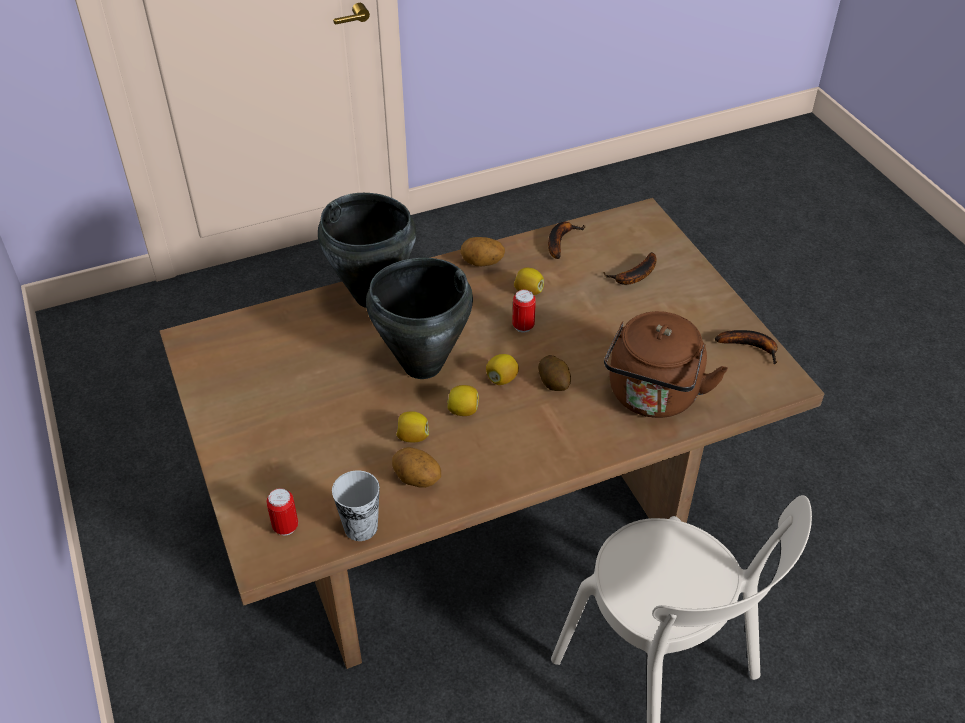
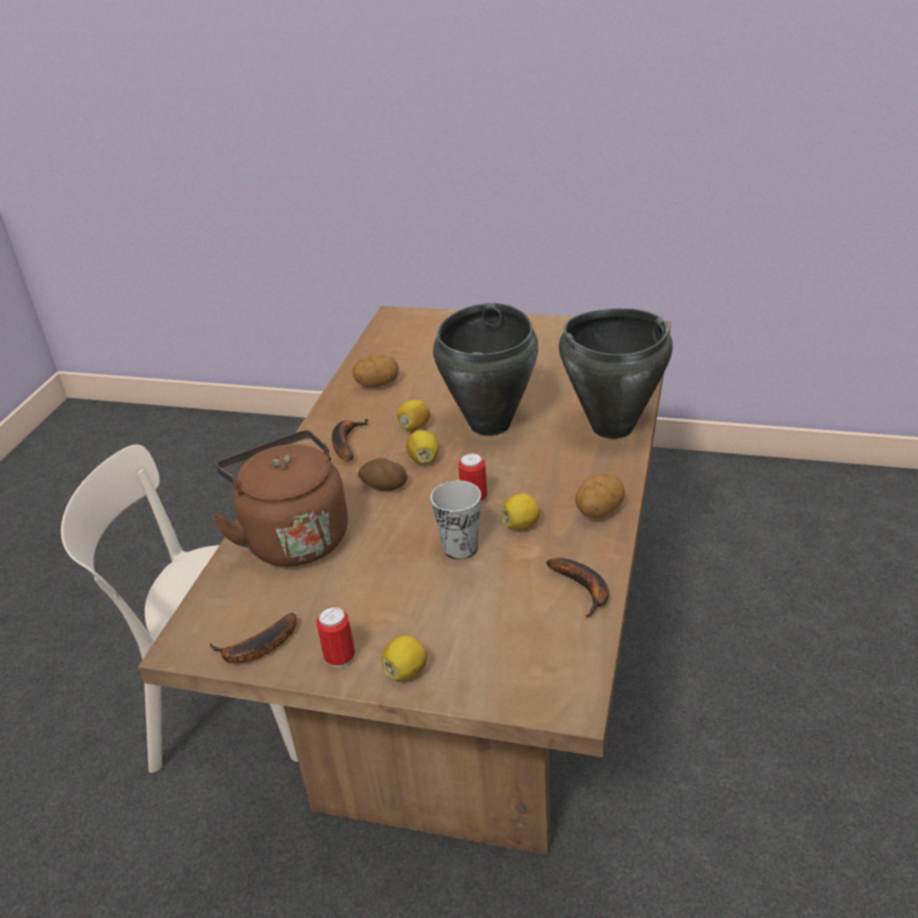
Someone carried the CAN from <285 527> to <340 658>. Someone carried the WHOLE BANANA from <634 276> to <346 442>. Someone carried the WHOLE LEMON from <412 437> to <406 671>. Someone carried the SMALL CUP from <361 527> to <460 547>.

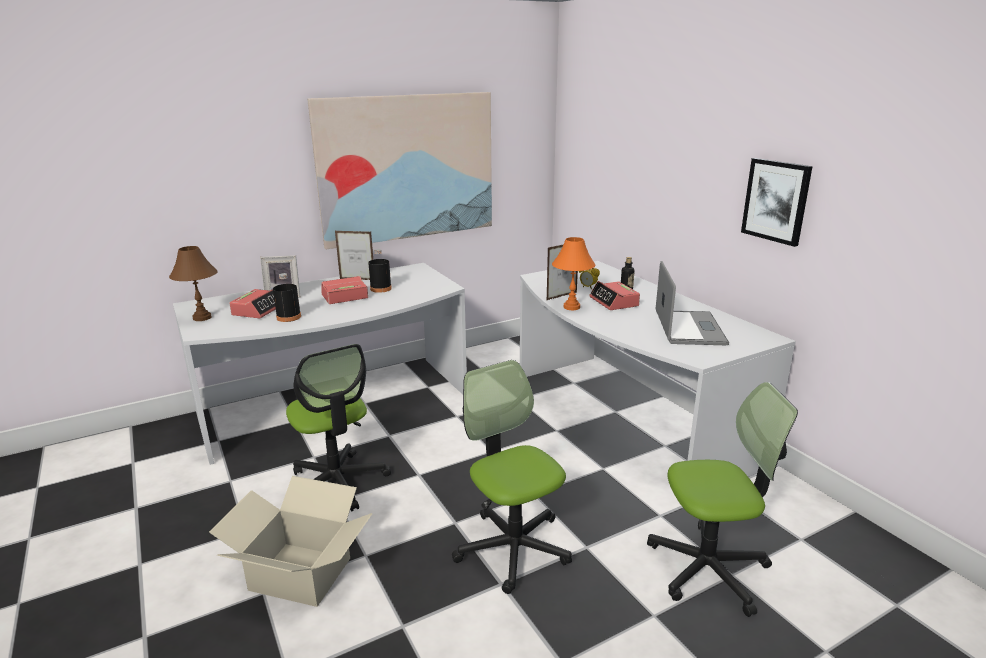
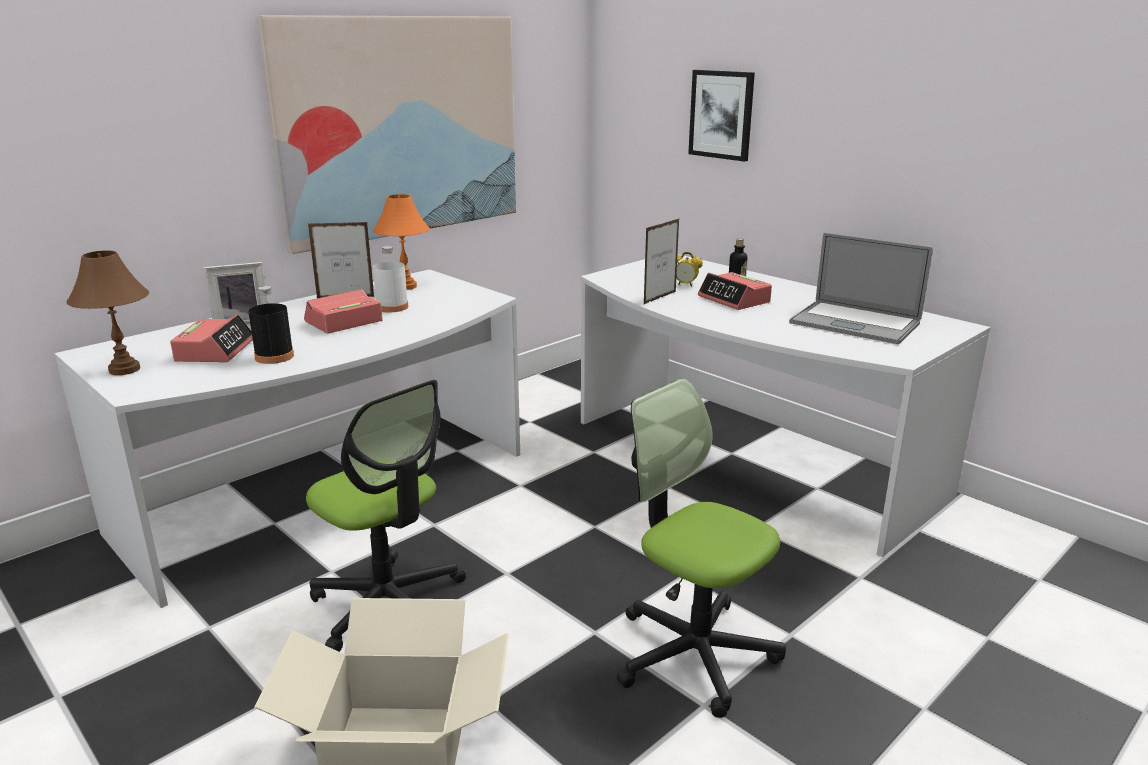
Someone carried the ORANGEY LAMP FOR A TABLE from <572 307> to <406 286>. Someone repainted the BLACK BOTTLE at <381 289>, which became the WHITISH BOTTLE at <392 307>. Someone carried the PICTURE from <776 201> to <721 114>. Someone rotated the LAPTOP at <689 328> by 135 degrees clockwise. Someone took away the DESK CHAIR at <708 568>.

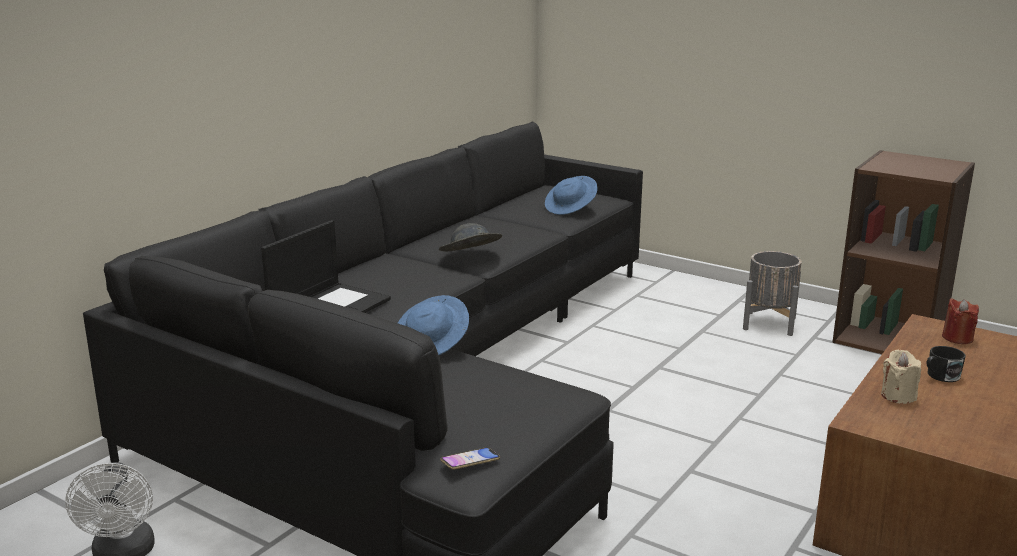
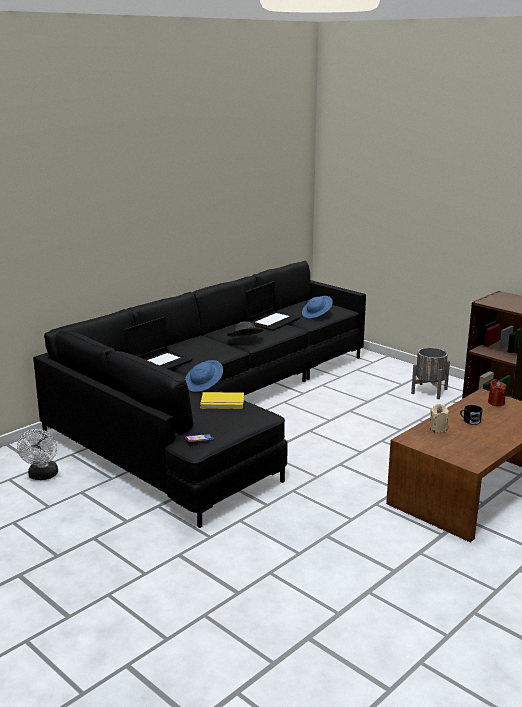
Someone put down the YELLOW VOLUME at <222 403>. Someone put down the LAPTOP at <272 321>.

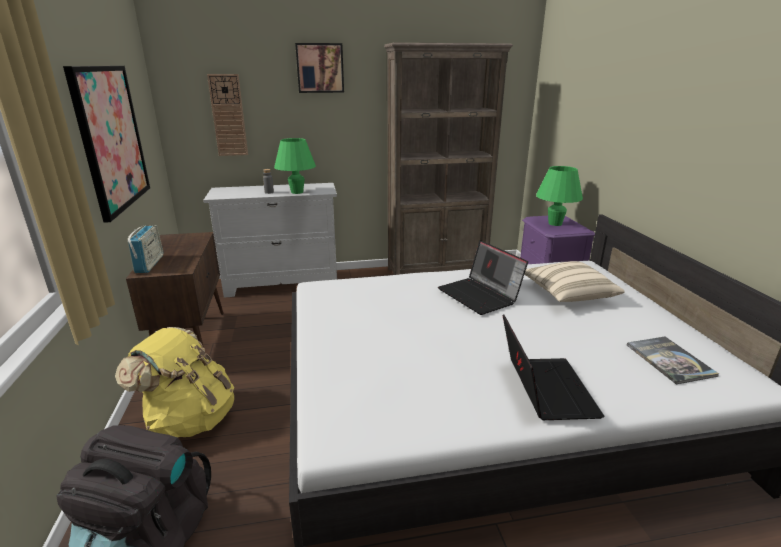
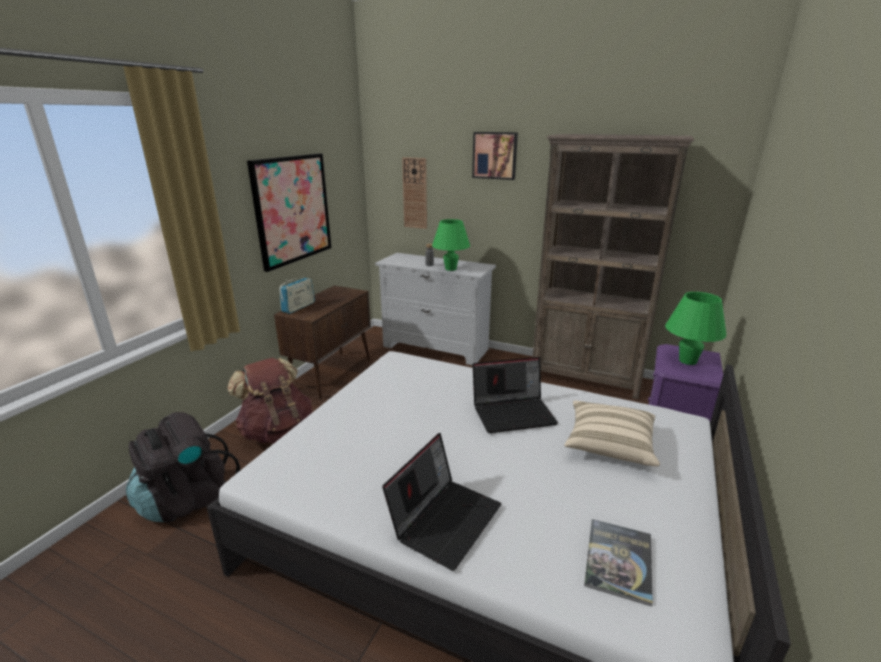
Someone repainted the YELLOW BACKPACK at <190 419>, which became the BROWN-COLOURED BACKPACK at <277 431>. Someone rotated the LAPTOP at <480 296> by 105 degrees counterclockwise.

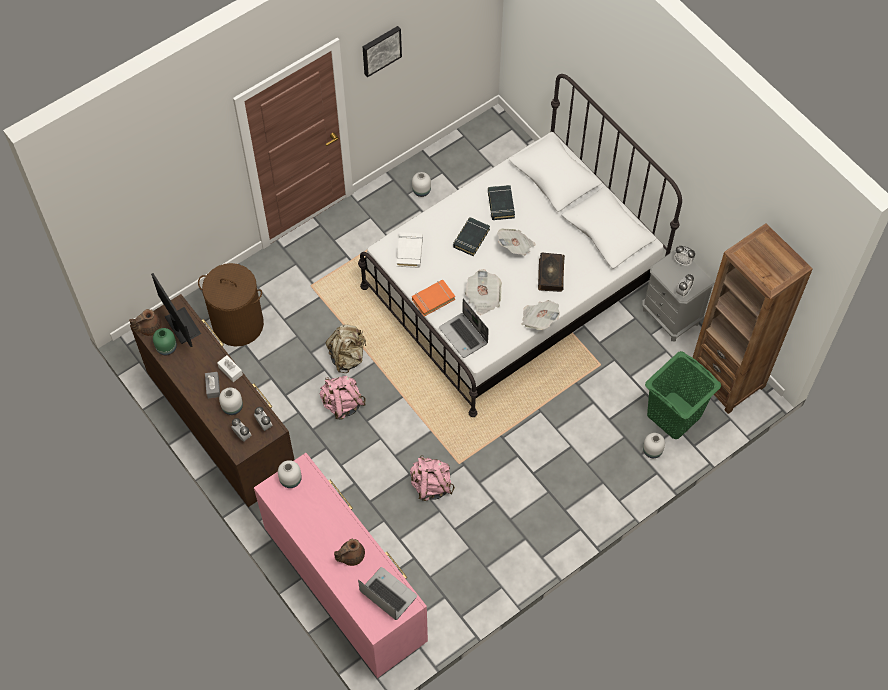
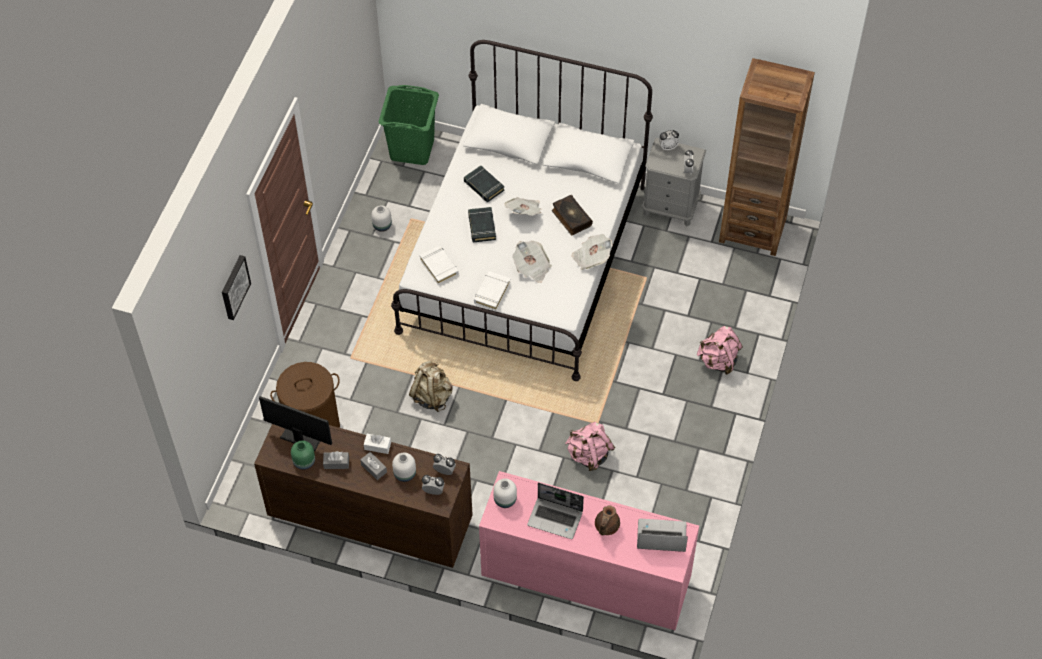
Someone carried the PICTURE from <380 50> to <234 287>. Someone put down the GRAY TISSUE BOX at <336 463>. Someone carried the GREEN-COLOURED WASHING BASKET from <674 415> to <412 148>. Someone repainted the ORANGEY VOLUME at <433 299>, which became the WHITISH VOLUME at <491 292>. Someone carried the LAPTOP from <464 336> to <556 518>. Someone carried the PINK BACKPACK from <342 404> to <718 361>. Someone took away the BROWN-COLOURED TEA POT at <149 328>. Someone took away the WHITISH VASE at <651 450>.

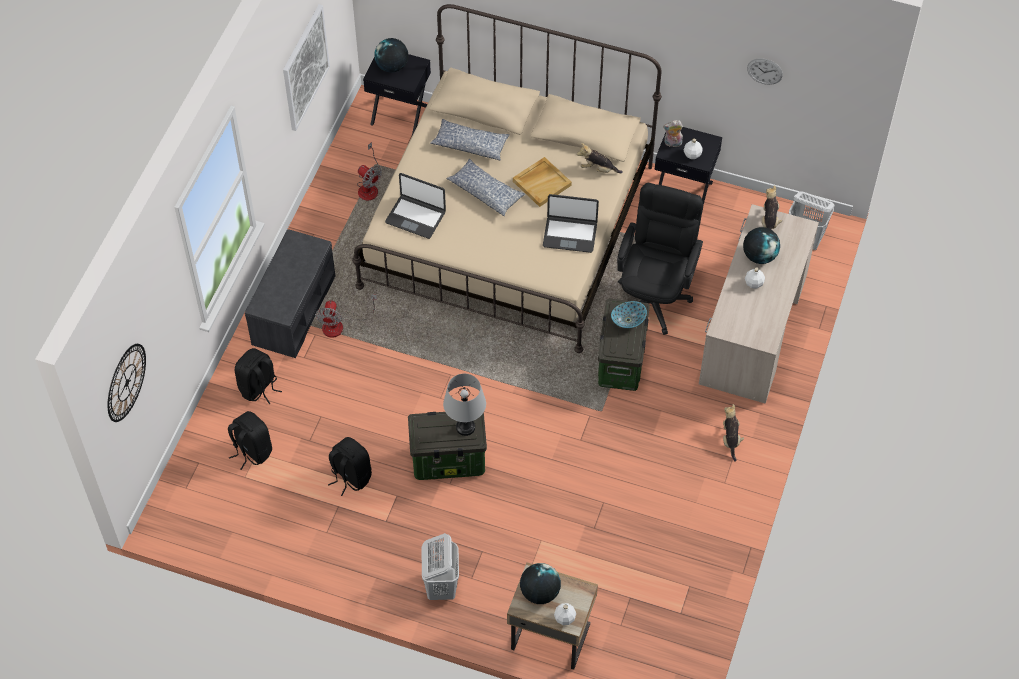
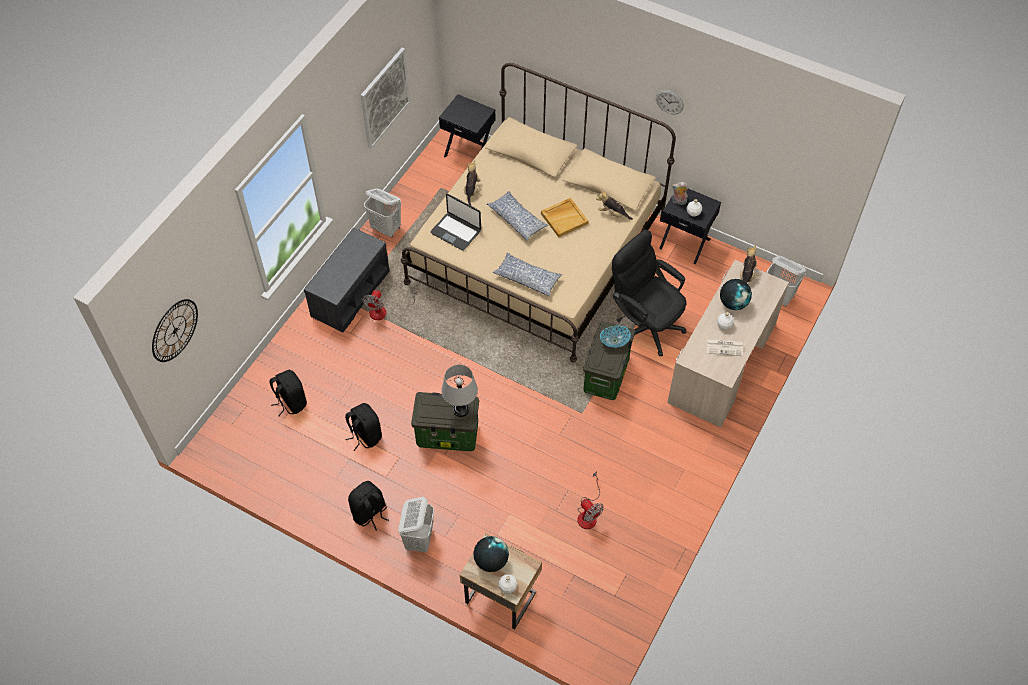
Someone carried the BLACK BACKPACK from <259 388> to <369 513>. Someone put down the WHITISH WASHING BASKET at <386 228>. Someone carried the PLUSH TOY from <730 439> to <472 191>. Someone carried the PILLOW from <470 144> to <527 278>. Someone carried the COOLING FAN from <369 186> to <588 513>. Someone rotated the BLACK DESK CHAIR at <654 294> by 75 degrees counterclockwise. Someone carried the CLOCK ON THE WALL from <764 71> to <669 102>. Someone put down the NEWSPAPER at <725 347>. Someone took away the WORLD GLOBE at <392 66>. Someone took away the LAPTOP at <570 234>.

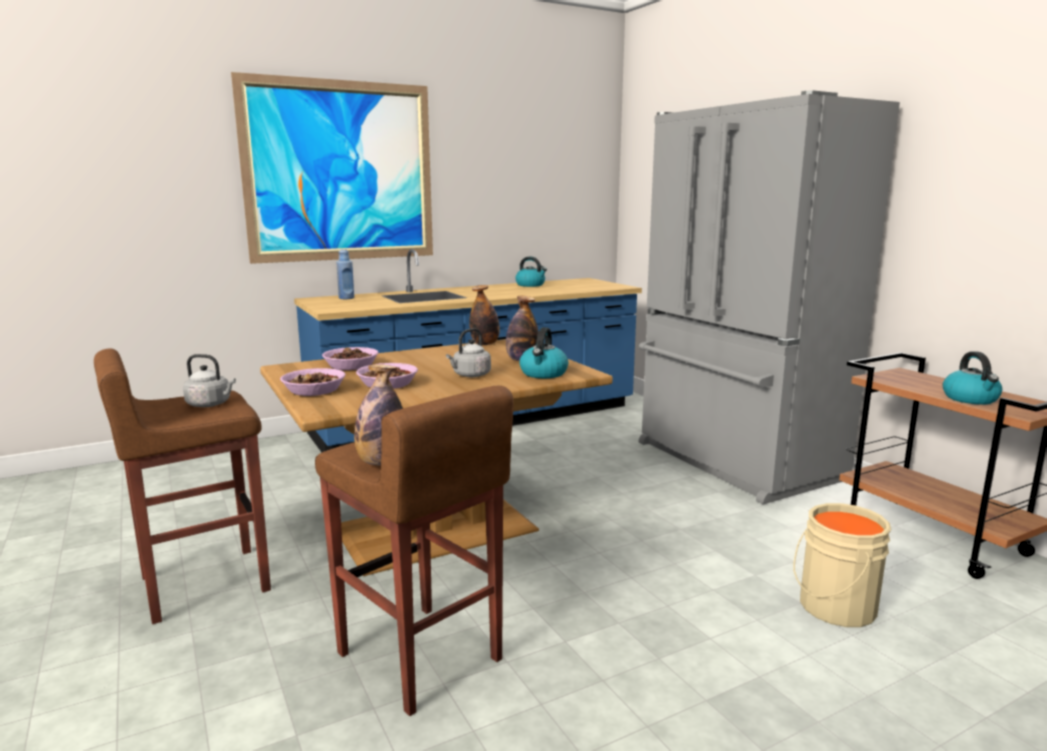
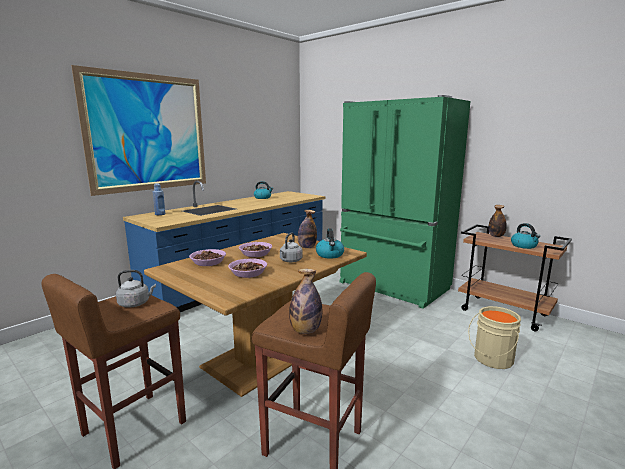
Someone carried the DEEP DISH from <314 391> to <256 254>. Someone repainted the GRAY FRIDGE at <733 462>, which became the GREEN-COLOURED FRIDGE at <392 286>. Someone carried the BOTTLE from <485 344> to <496 236>.

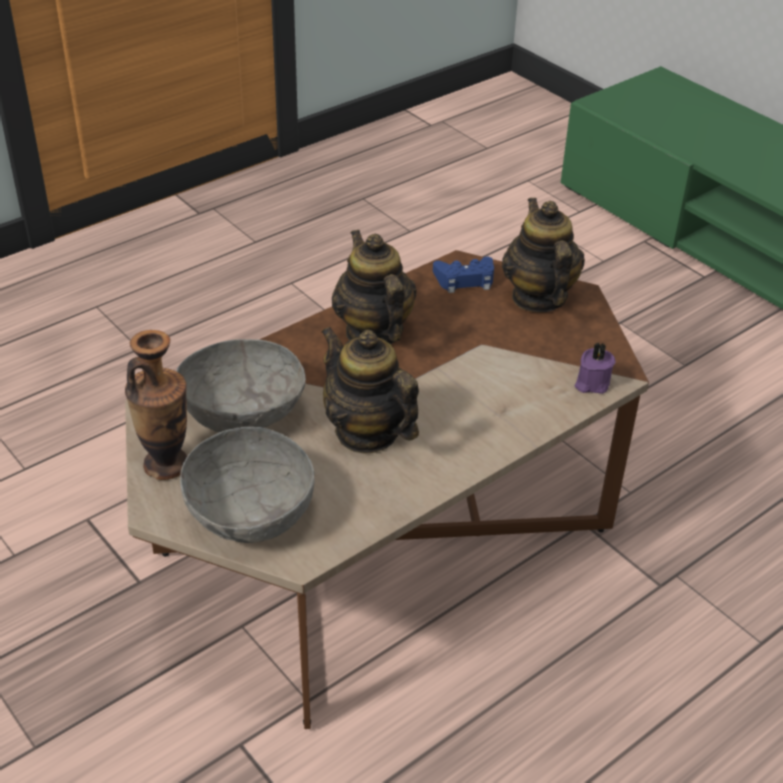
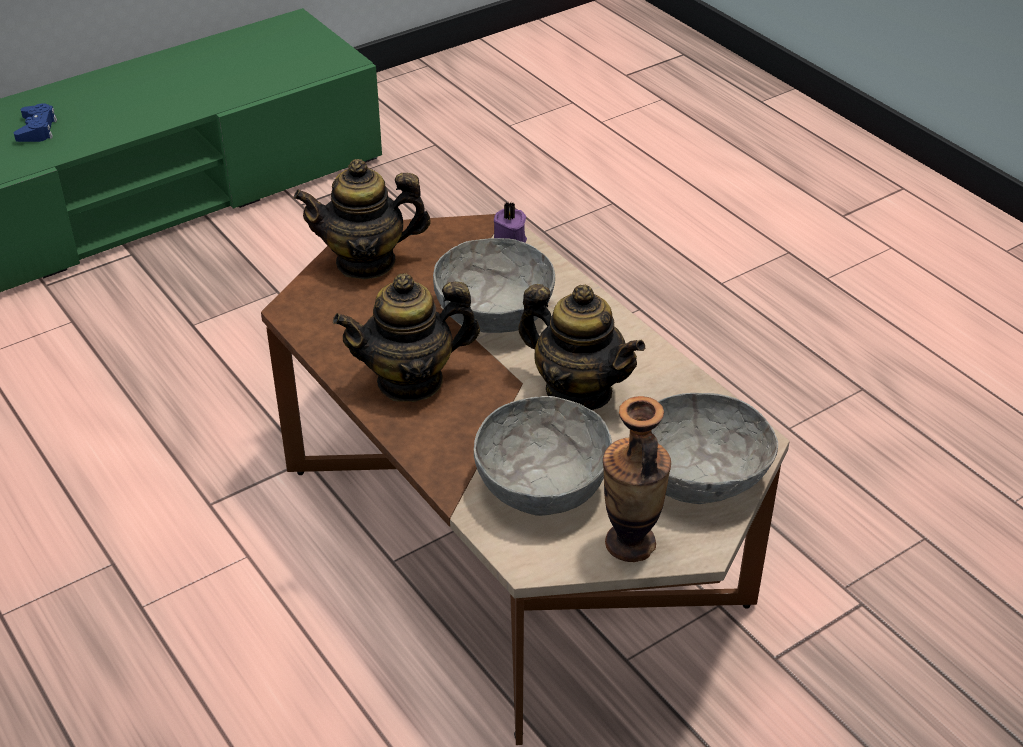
Someone carried the BLUISH GAMEPAD from <465 280> to <37 129>. Someone put down the GRAY DEEP DISH at <494 312>. Someone rotated the TEA POT at <367 432> by 105 degrees counterclockwise.

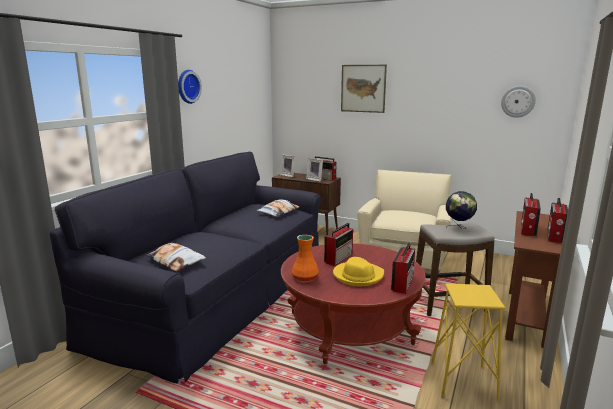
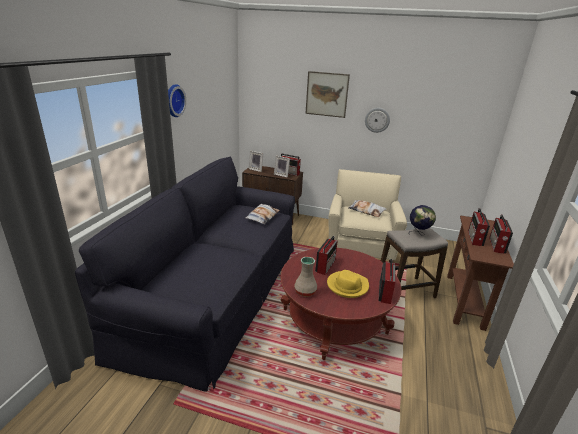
Someone repainted the ORANGEY VASE at <304 278>, which became the SAND-COLOURED VASE at <304 291>. Someone carried the PILLOW from <175 261> to <366 211>. Someone carried the CLOCK ON THE WALL from <518 101> to <377 120>. Someone took away the YELLOW STOOL SEAT at <463 381>.

